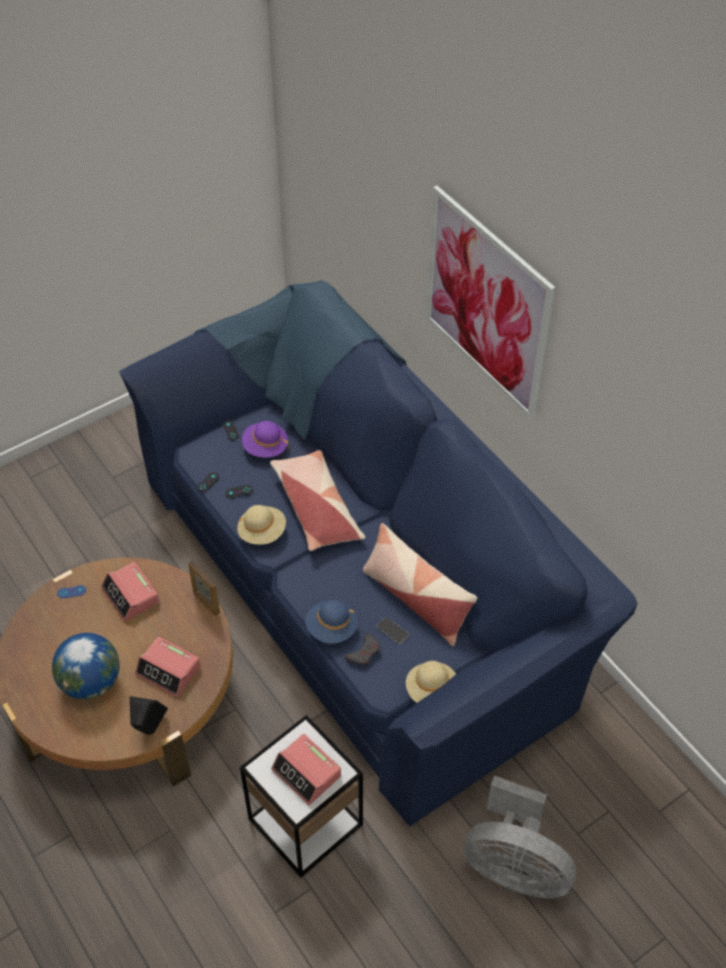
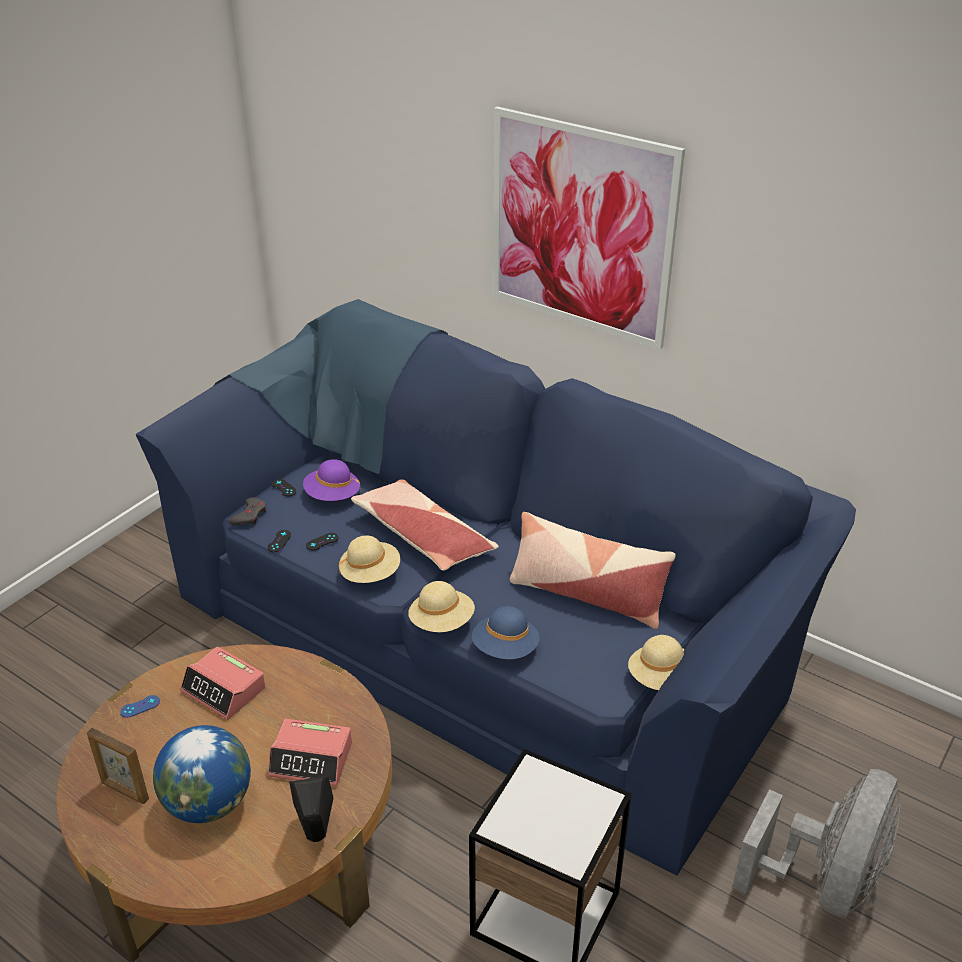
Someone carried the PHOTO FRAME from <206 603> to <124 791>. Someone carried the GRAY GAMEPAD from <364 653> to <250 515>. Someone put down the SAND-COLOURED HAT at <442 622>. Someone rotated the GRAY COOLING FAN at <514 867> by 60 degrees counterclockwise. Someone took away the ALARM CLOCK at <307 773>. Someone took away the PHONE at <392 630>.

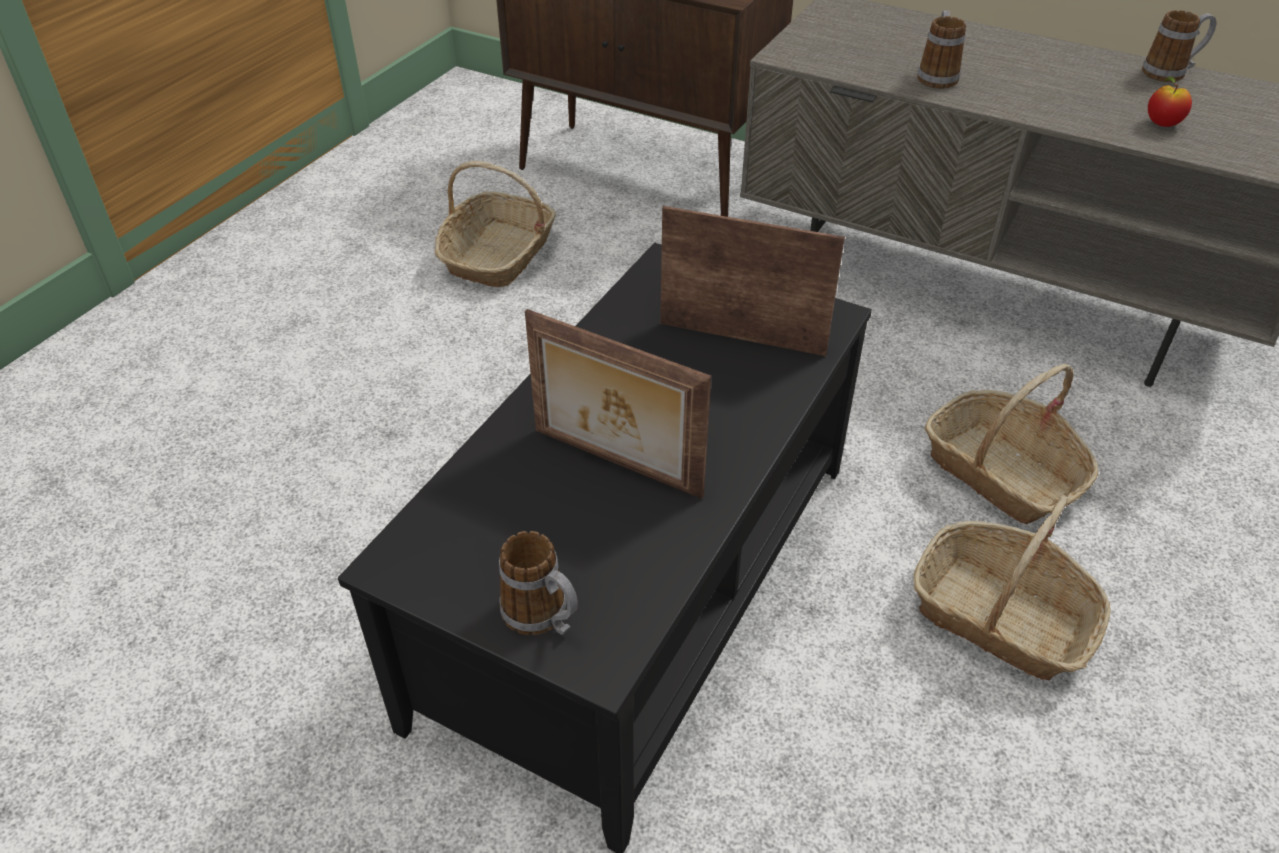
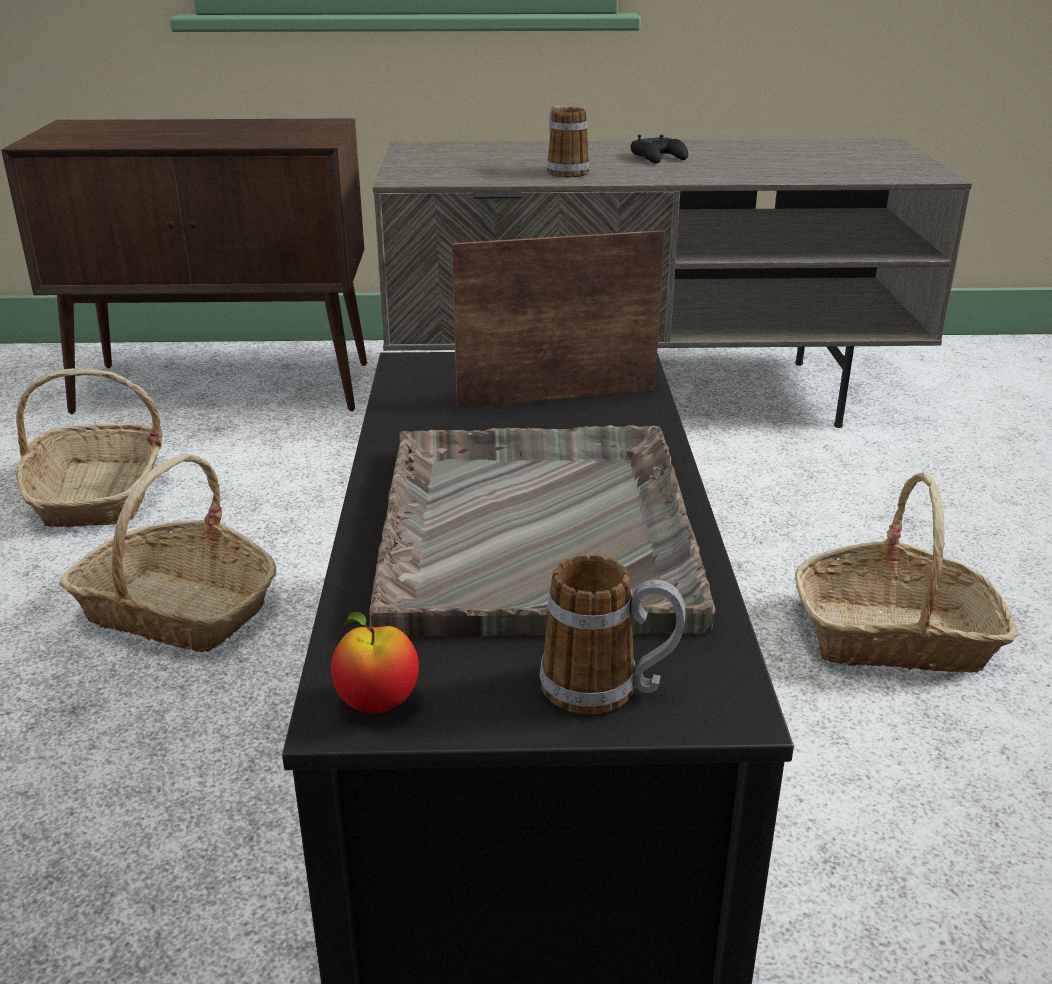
Someone carried the HOUSEHOLD BASKET from <1002 472> to <178 610>. Someone carried the APPLE from <1162 124> to <377 703>. Someone swapped the PHOTO FRAME at <615 464> for the GRAY CARRYING TRAY at <536 528>. Someone put down the BLACK GAMEPAD at <658 157>. Someone took away the COFFEE MUG at <1170 72>.

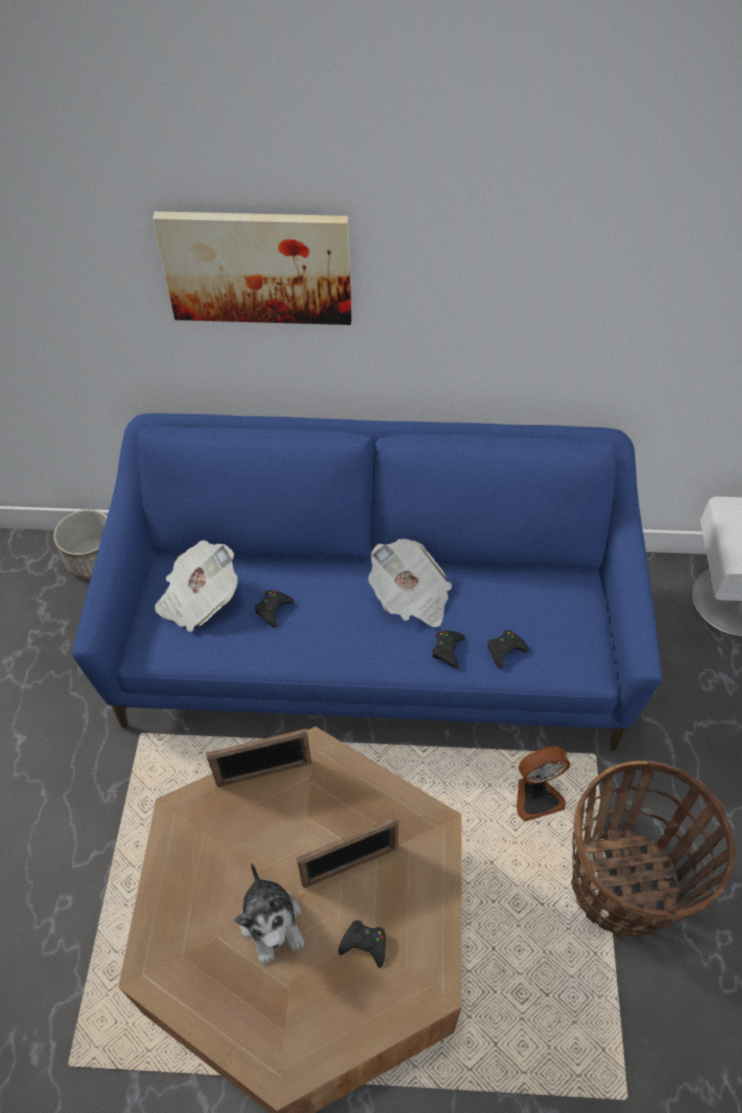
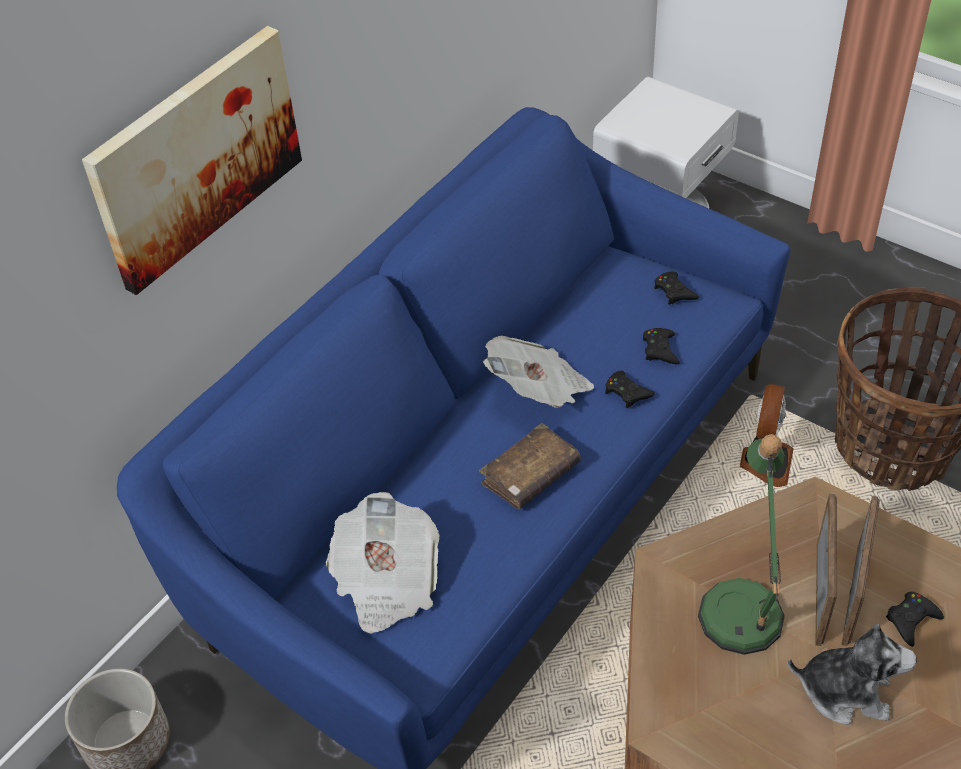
Someone put down the BROWN-COLOURED VOLUME at <530 475>. Someone carried the BLACK GAMEPAD from <273 609> to <674 291>. Someone put down the LAMP FOR A TABLE at <743 603>. Someone carried the PHOTO FRAME from <264 773> to <853 594>.

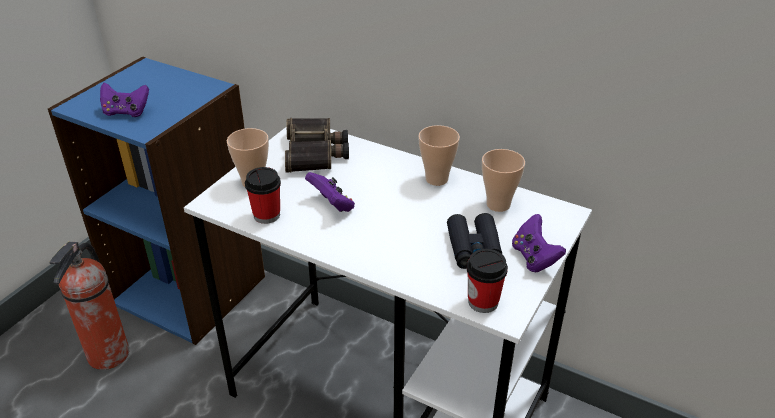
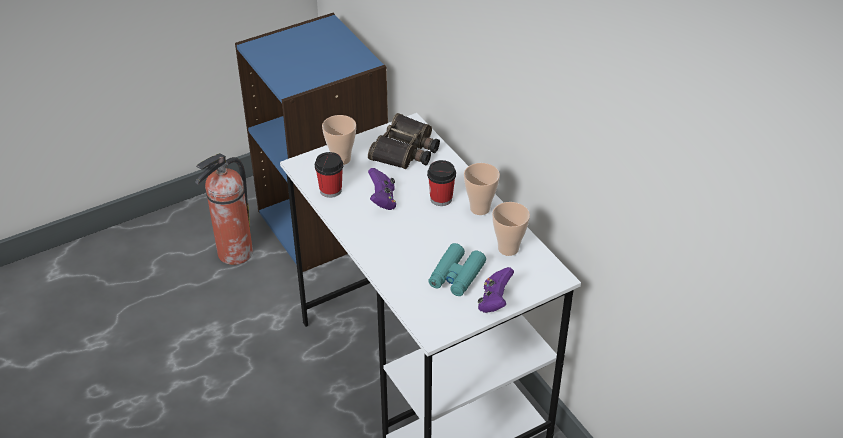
Someone carried the SMALL CUP from <483 302> to <441 198>. Someone repainted the BLACK PAIR OF BINOCULARS at <474 248>, which became the TURQUOISE-COLOURED PAIR OF BINOCULARS at <456 276>. Someone took away the PURPLE-COLOURED GAMEPAD at <126 112>.

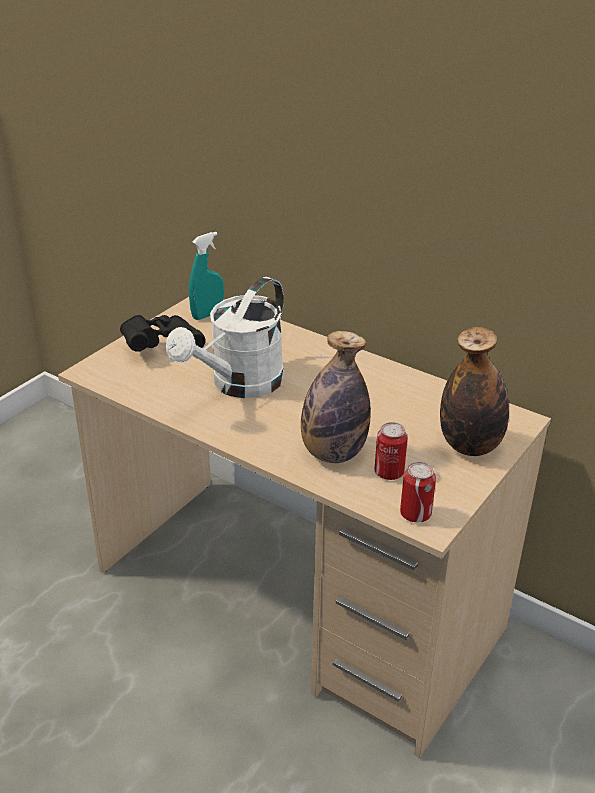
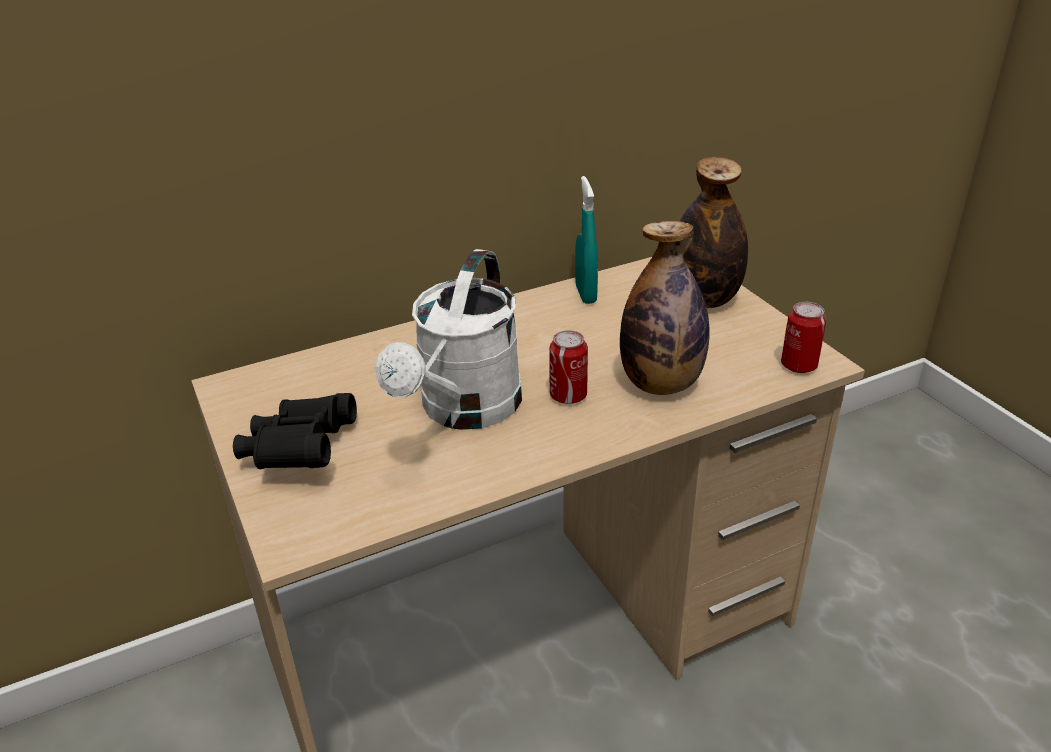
Someone rotated the WHITISH WATERING CAN at <239 385> by 45 degrees clockwise. Someone carried the CAN from <389 472> to <568 396>. Someone carried the TURQUOISE-COLOURED HAND SPRAYER from <207 315> to <585 294>.

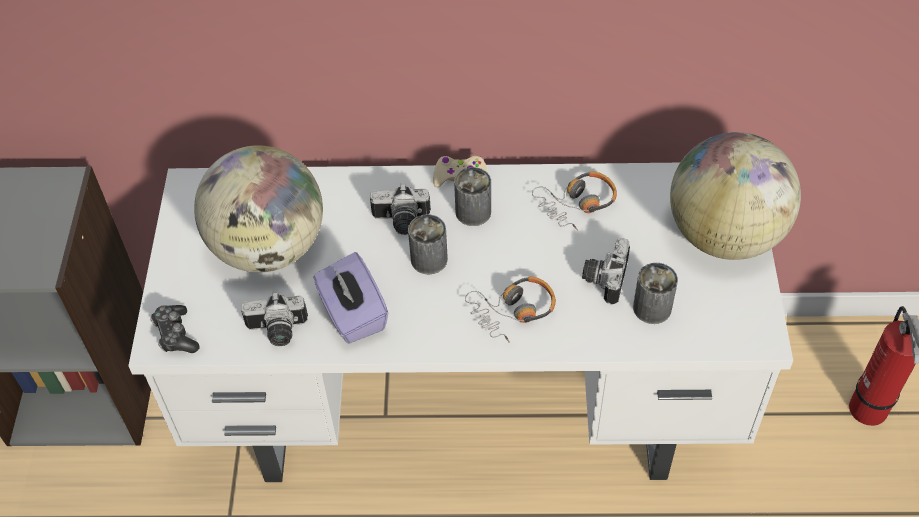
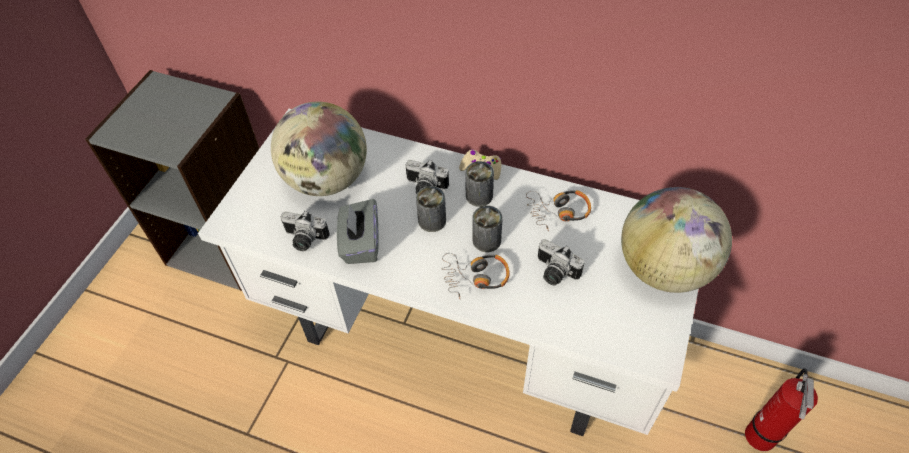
Someone repainted the PURPLE-COLOURED TISSUE BOX at <353 314>, which became the GRAY TISSUE BOX at <361 244>. Someone carried the CAN from <652 308> to <486 240>. Someone rotated the PHOTO CAMERA at <603 278> by 90 degrees counterclockwise. Someone took away the GAMEPAD at <176 334>.

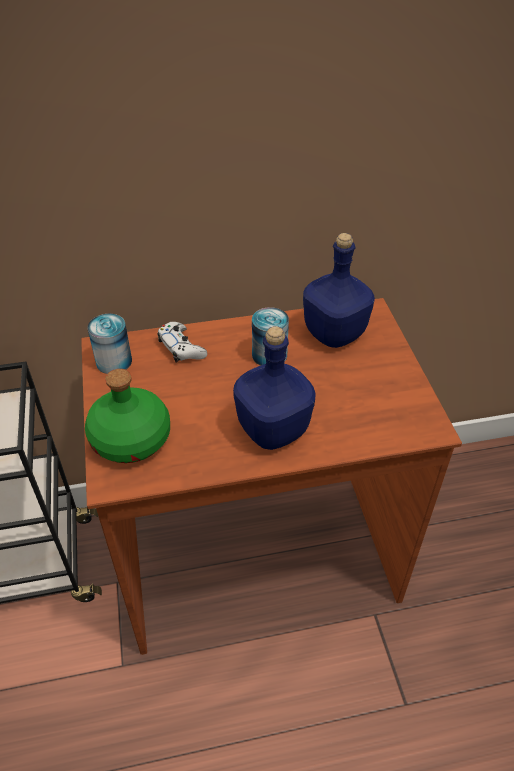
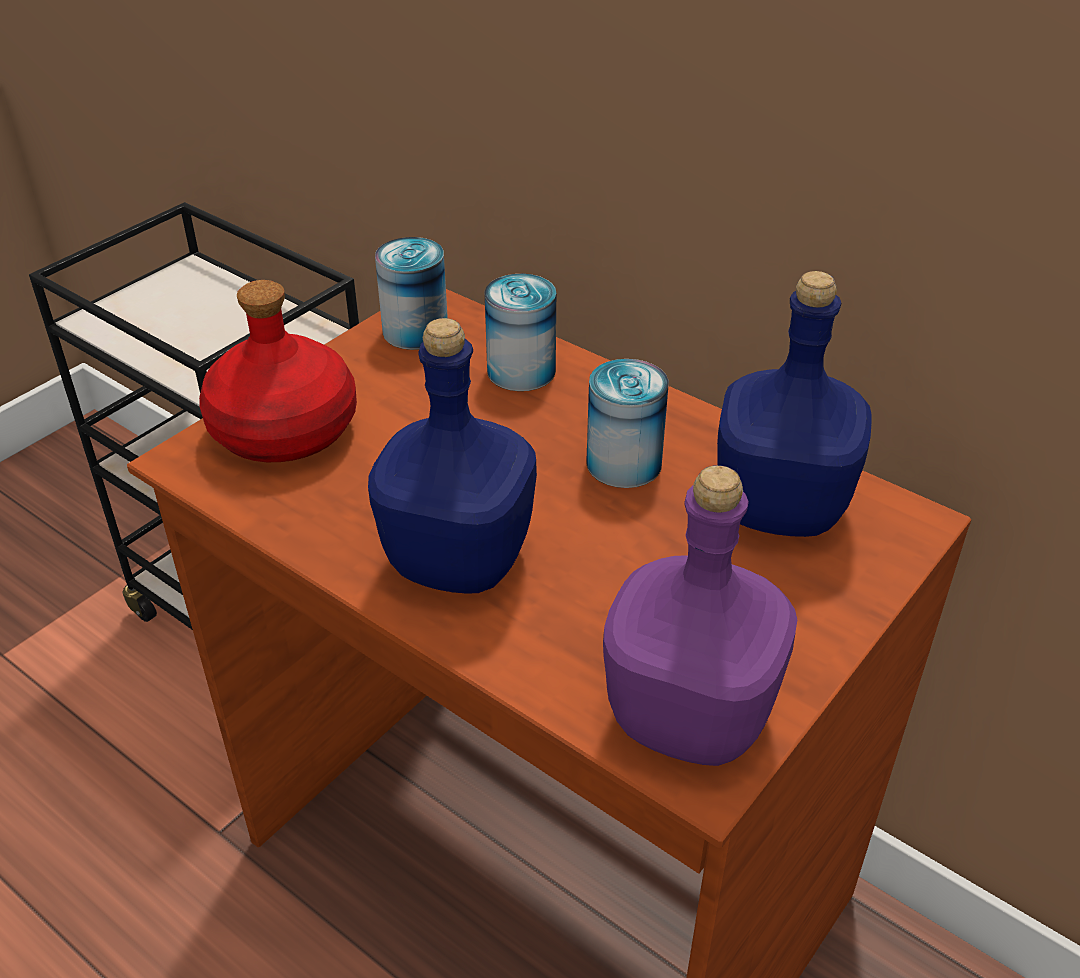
Someone repainted the GREEN-COLOURED BOTTLE at <131 439>, which became the REDDISH BOTTLE at <283 431>. Someone swapped the WHITISH GAMEPAD at <181 348> for the CAN at <521 371>. Someone put down the PURPLE-COLOURED BOTTLE at <685 716>.

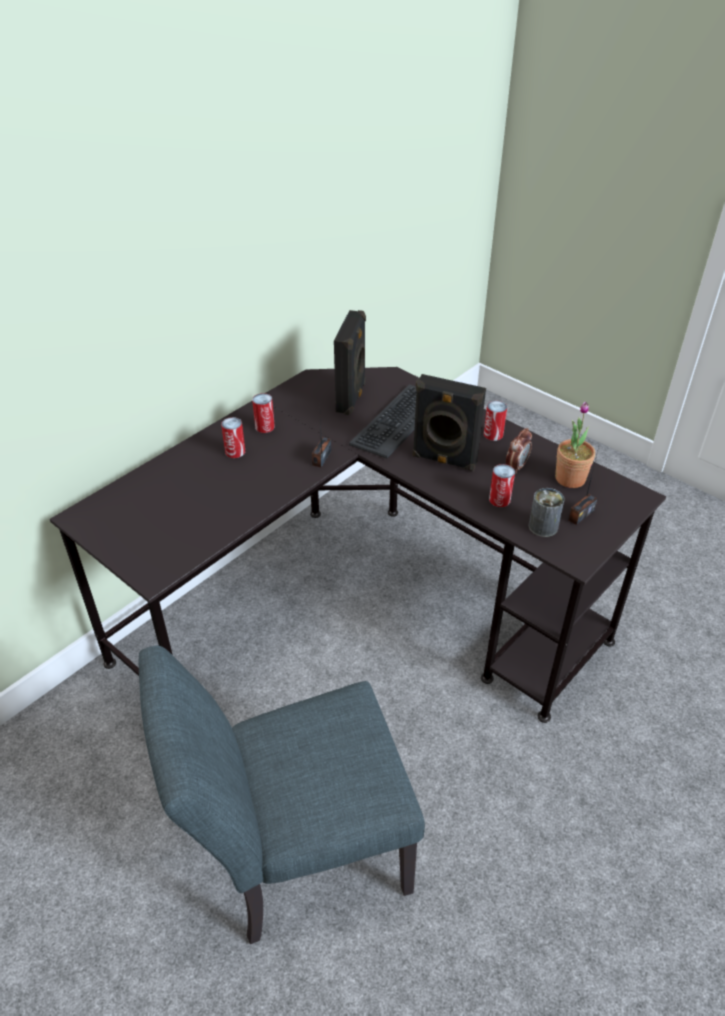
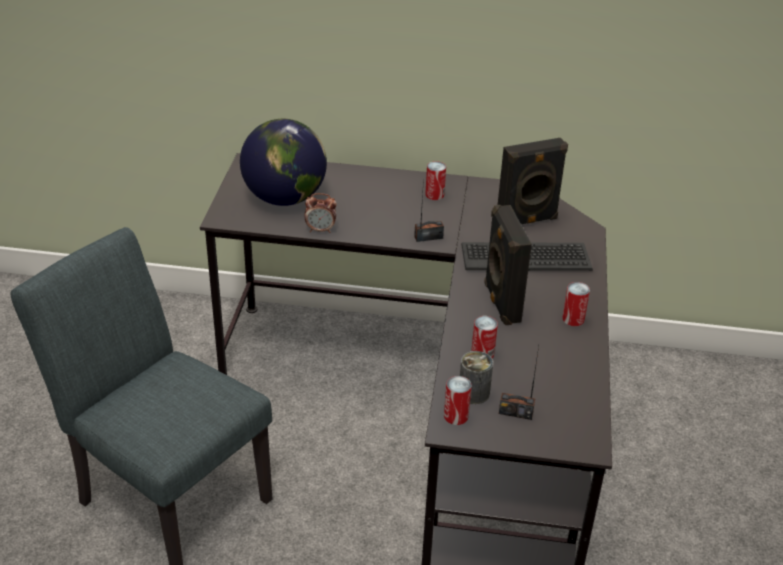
Someone put down the WORLD GLOBE at <285 198>. Someone carried the ALARM CLOCK from <516 466> to <320 230>. Someone carried the CAN from <235 451> to <456 416>. Someone took away the PLANT IN A POT at <570 478>.

